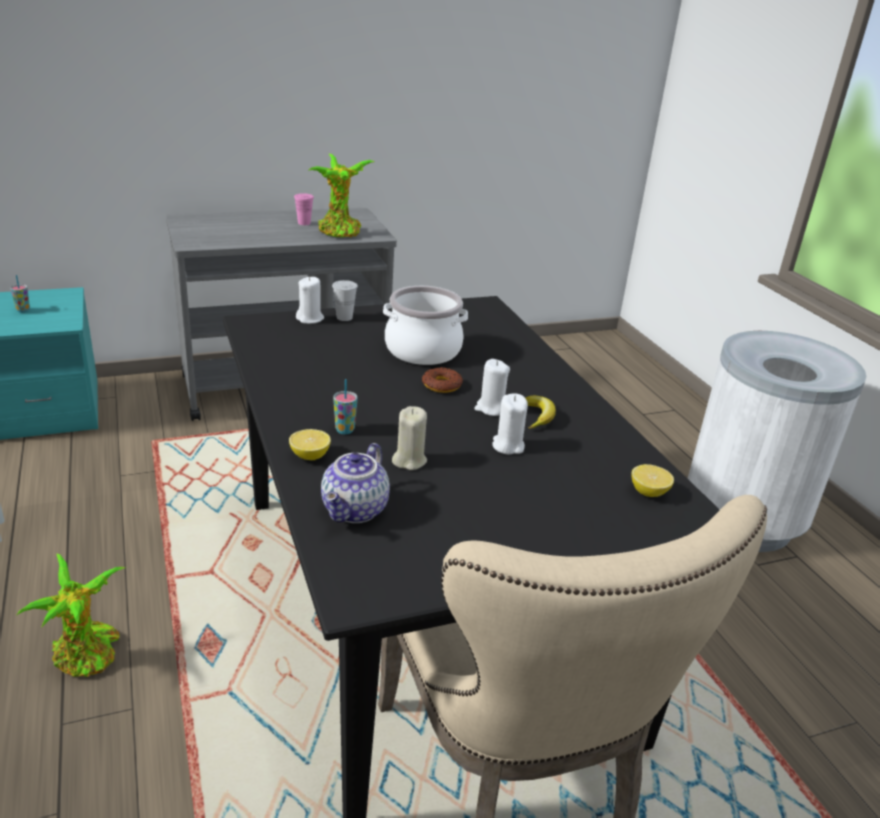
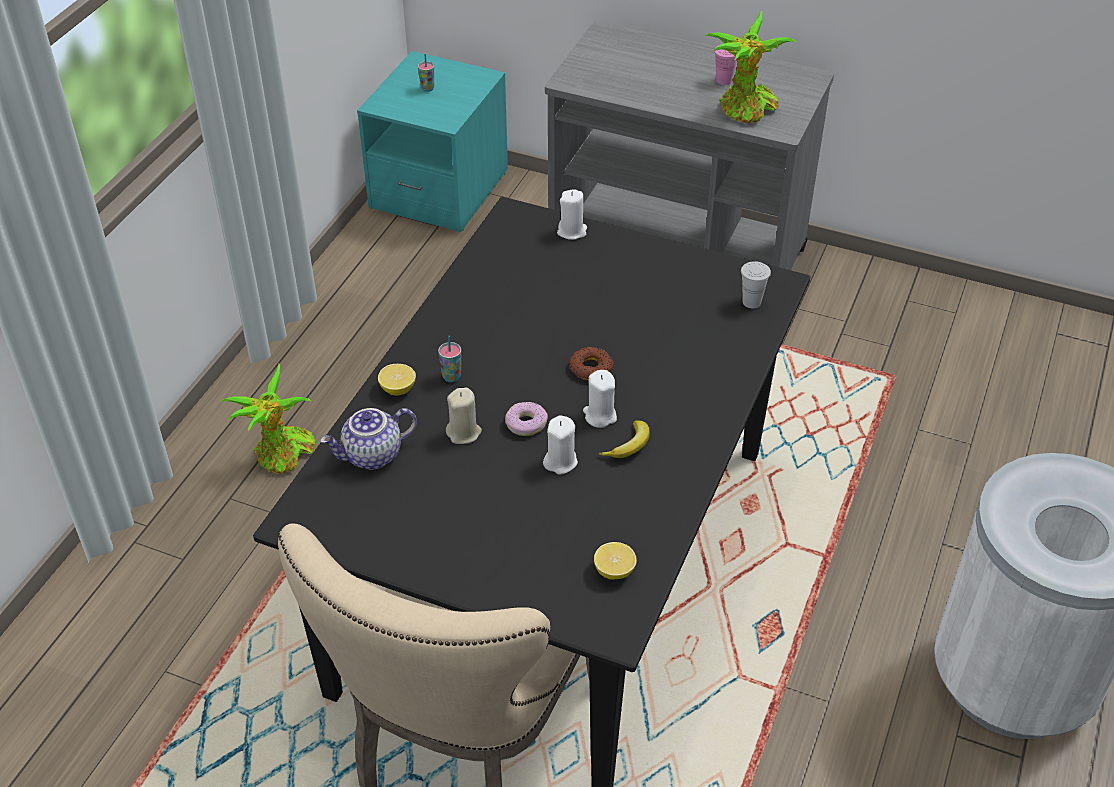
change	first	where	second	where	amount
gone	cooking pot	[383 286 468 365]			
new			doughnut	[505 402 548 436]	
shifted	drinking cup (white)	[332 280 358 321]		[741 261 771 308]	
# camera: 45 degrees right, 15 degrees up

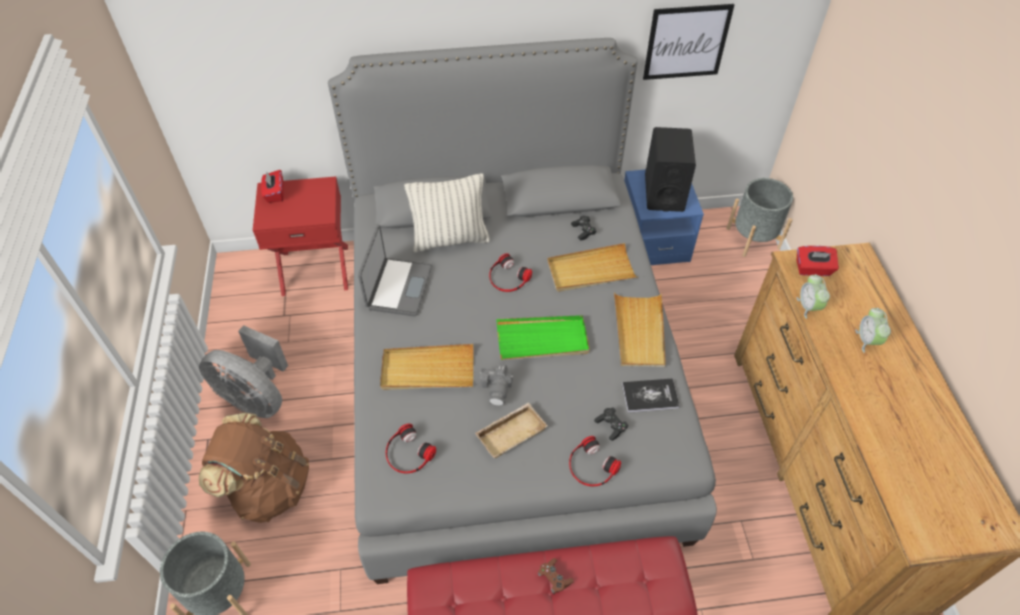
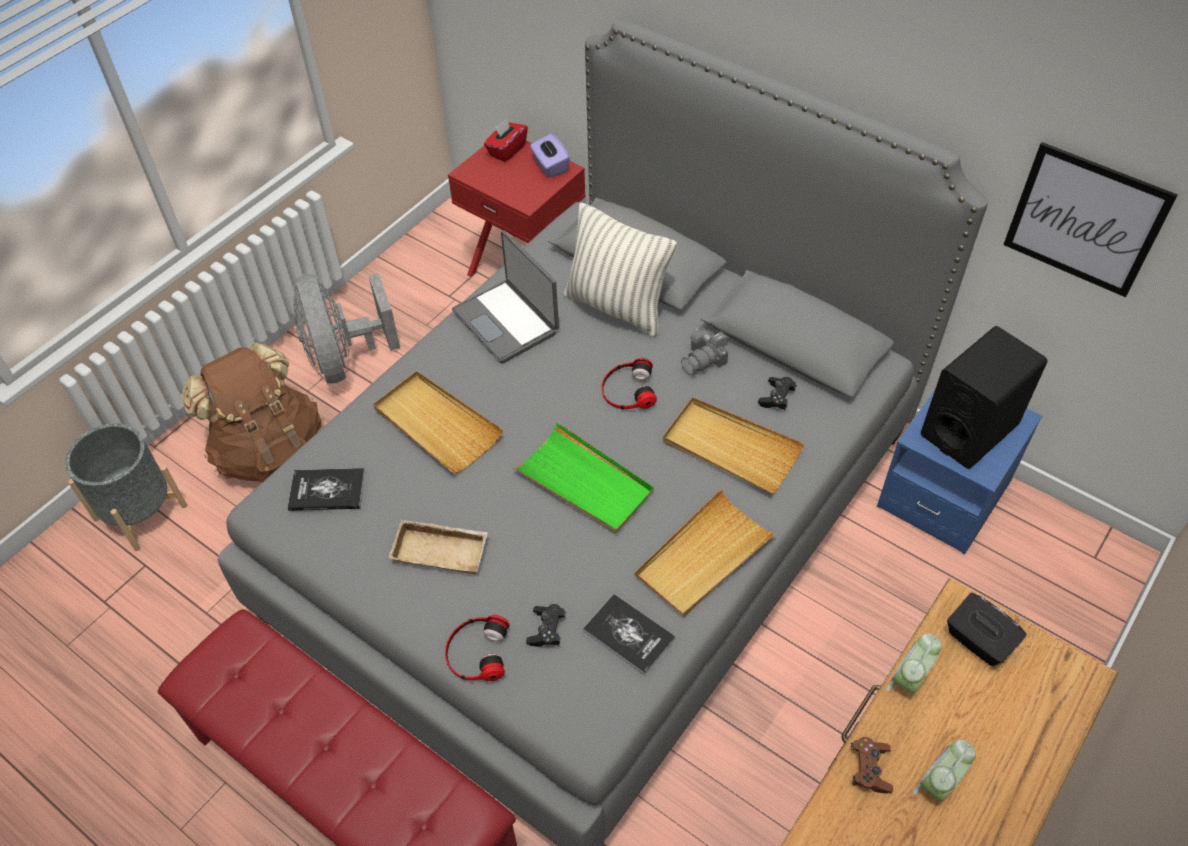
change	first	where	second	where	amount
gone	plant pot (greyish)	[726 178 793 257]			
new			box of tissues (purple)	[530 133 570 178]	
shifted	photo camera	[480 363 513 406]		[681 327 728 375]	
shifted	gamepad (brown)	[537 558 574 594]		[851 737 893 793]	
swapped	headset	[386 423 436 473]	book	[288 468 365 511]	
repainted	box of tissues (reddish)	[797 246 839 276]	box of tissues (blackish)	[947 593 1026 666]	
rotated	laptop	[358 225 432 317]		[452 230 559 364]	90 degrees clockwise
# camera: 45 degrees right, 0 degrees up

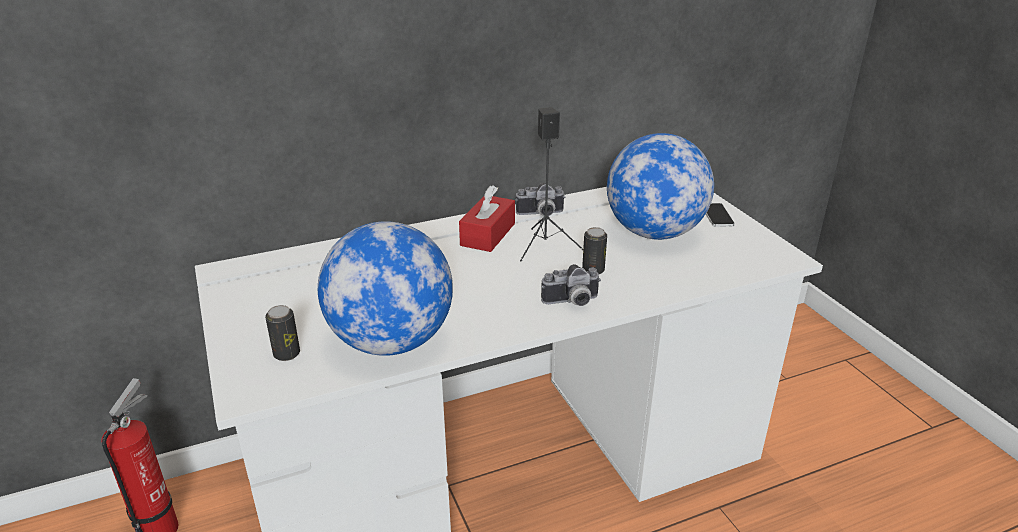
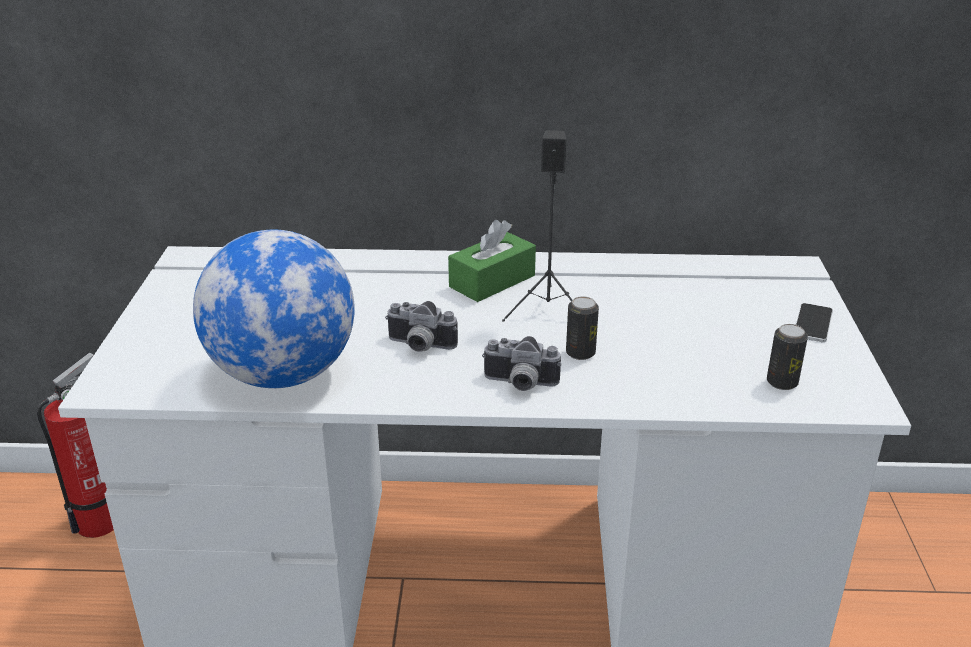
change	first	where	second	where	amount
gone	desk globe	[607 133 714 240]			
shifted	metal can	[265 305 300 361]		[767 324 808 390]	
shifted	photo camera	[515 183 565 216]		[385 301 458 352]	
repainted	box of tissues (reddish)	[459 185 515 252]	box of tissues (green-coloured)	[448 220 536 302]	
# camera: 25 degrees right, 0 degrees up

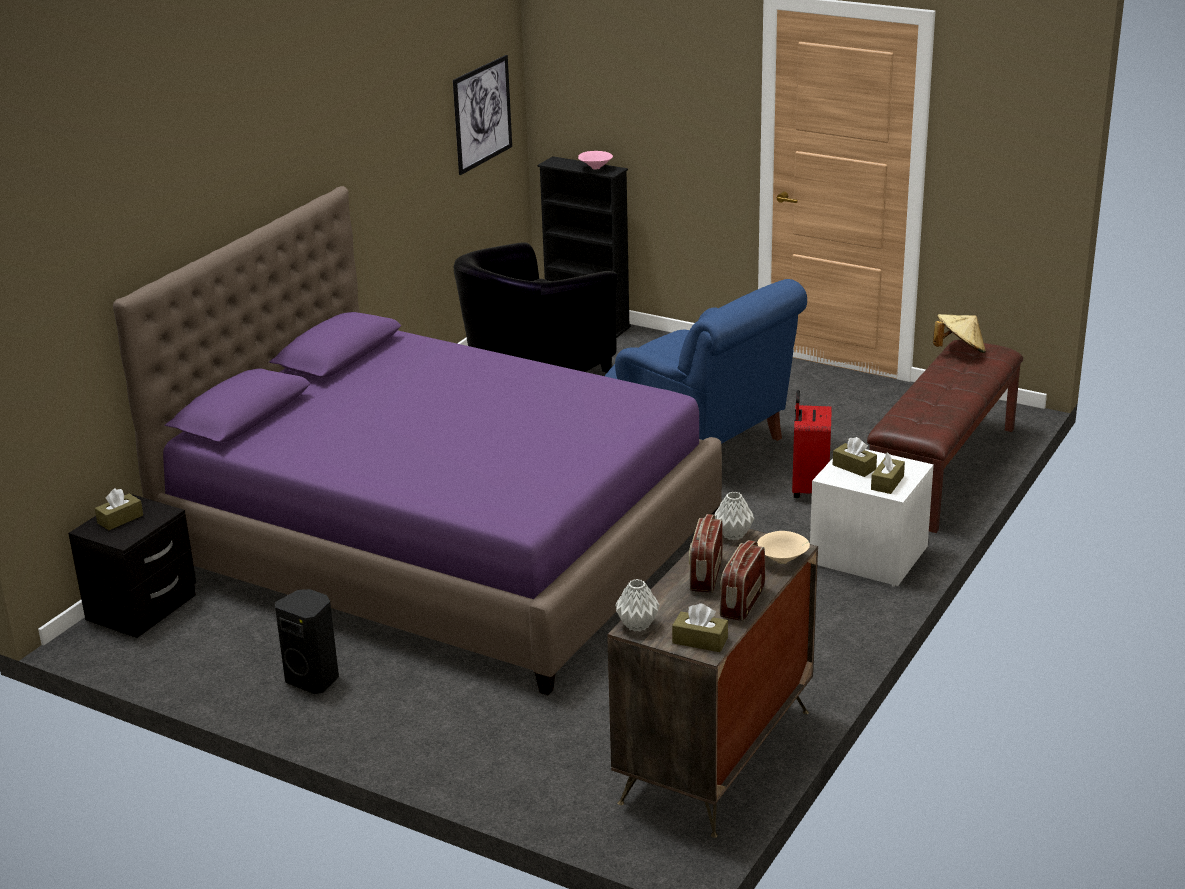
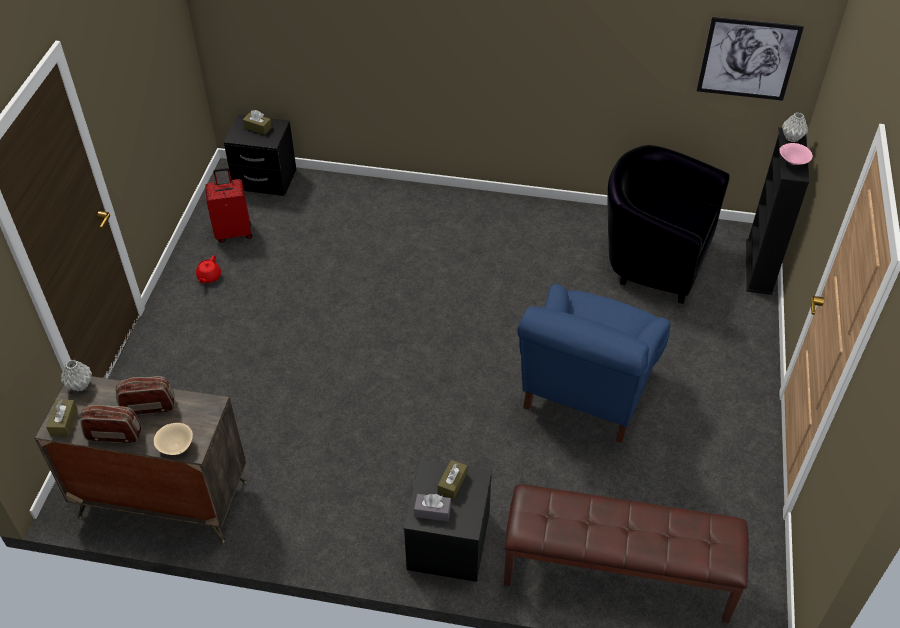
change	first	where	second	where	amount
gone	sleeping bed (purple)	[113 186 722 695]			
gone	clothing hat (beige)	[933 314 986 353]			
shifted	flower vase (greyish)	[715 492 754 540]		[782 112 808 142]	
shifted	piece of luggage (reddish)	[792 390 832 498]		[205 168 252 243]	
swapped	audio speaker (blackish)	[275 589 339 694]	tea pot (reddish)	[196 255 221 283]	
repainted	bedside table (white)	[810 449 934 587]	bedside table (blackish)	[404 459 492 582]	
repainted	box of tissues (brown)	[871 452 905 494]	box of tissues (greyish)	[414 494 451 521]	
# camera: 70 degrees right, 20 degrees up

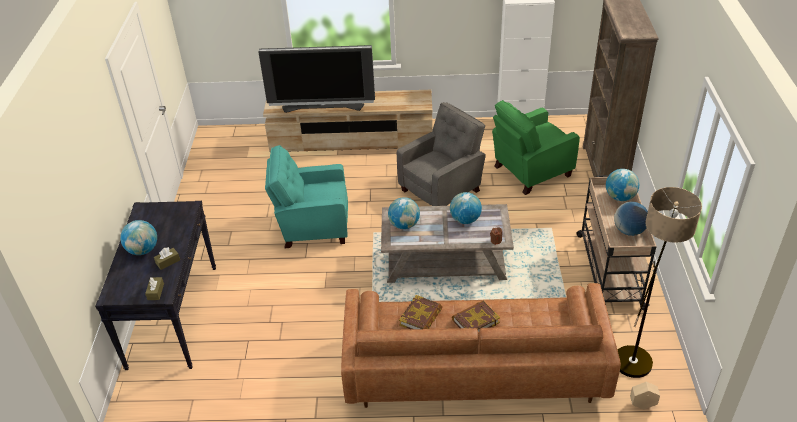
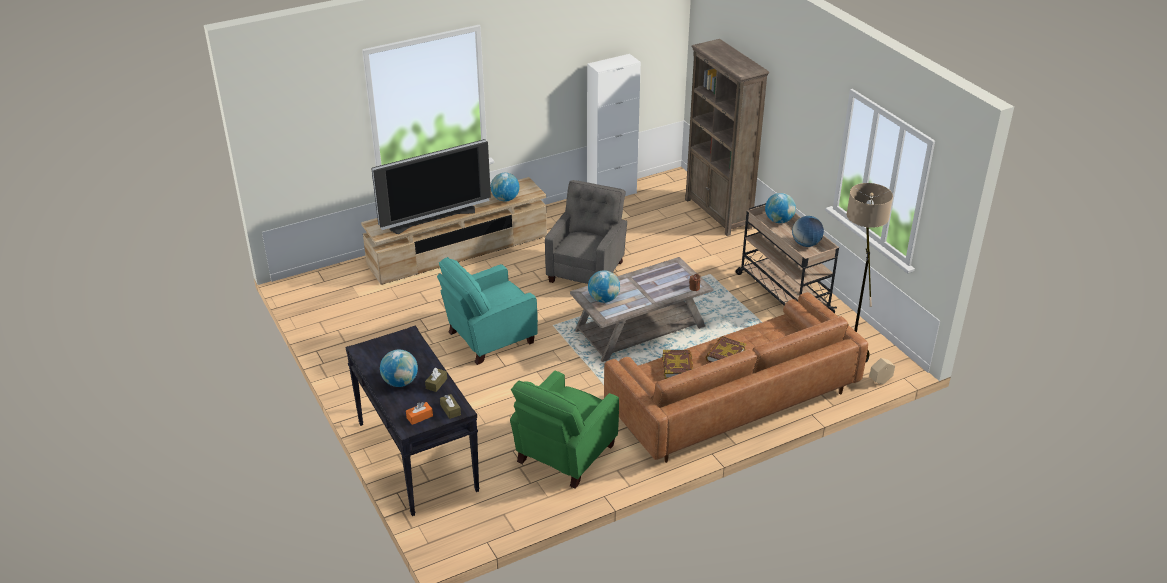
change	first	where	second	where	amount
new			box of tissues (orange-coloured)	[406 402 433 425]	
shifted	desk globe	[450 192 482 224]		[491 173 519 202]	
shifted	armchair (green-coloured)	[492 100 580 195]		[510 371 619 489]	
# camera: 30 degrees left, 5 degrees down

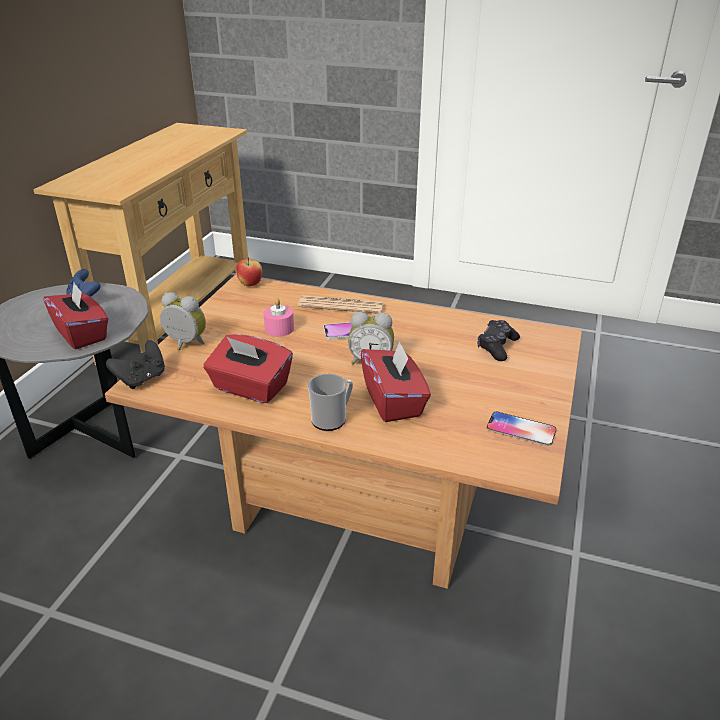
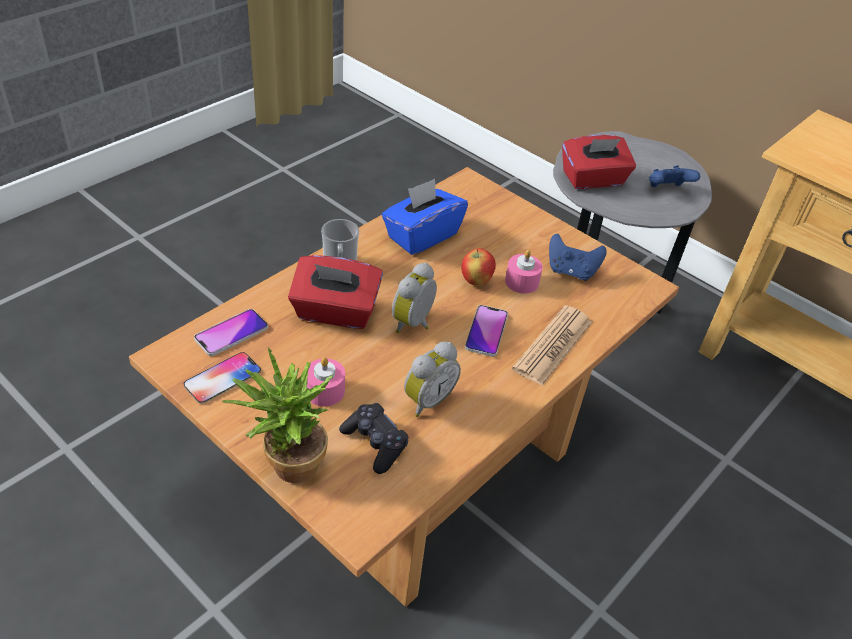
change	first	where	second	where	amount
gone	gamepad (blackish)	[106 340 165 389]			
new			phone	[194 309 268 356]	
new			potted plant	[222 347 333 483]	
new			wax candle (pink-coloured)	[307 357 345 406]	
new			gamepad (bluish)	[549 234 607 281]	
shifted	table clock	[160 292 206 350]		[404 342 461 417]	
shifted	apple fruit	[236 257 262 286]		[461 248 496 286]	
repainted	box of tissues (reddish)	[203 334 293 403]	box of tissues (bluish)	[382 179 468 255]	
# camera: 110 degrees right, 10 degrees up

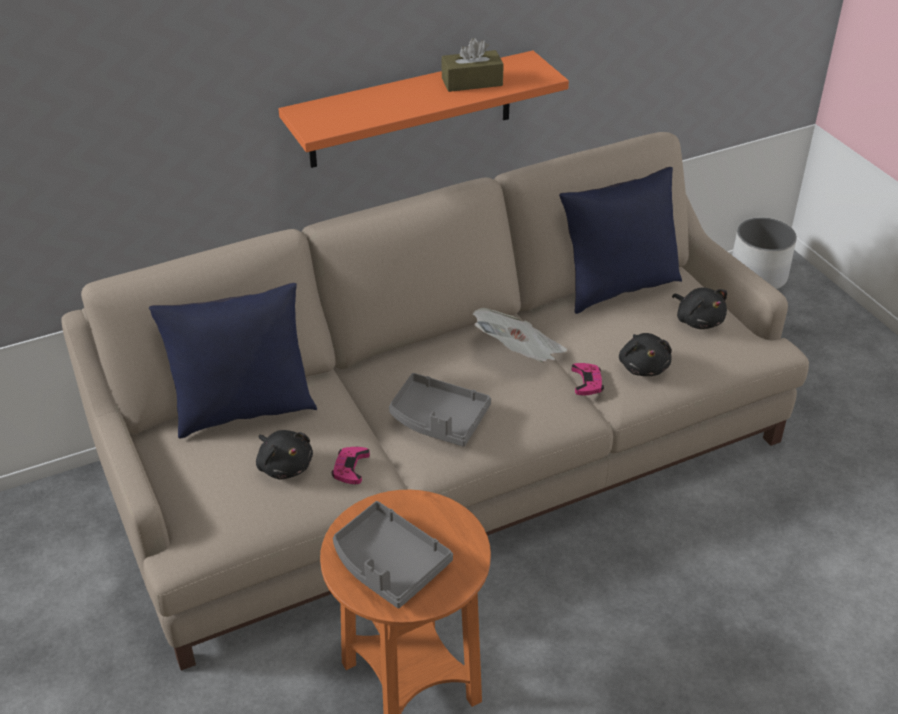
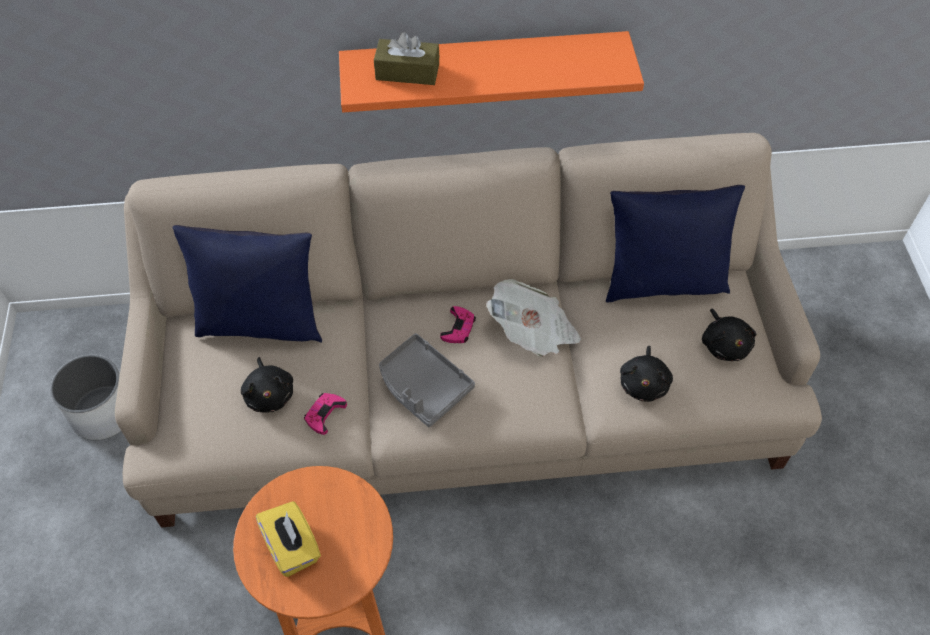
change	first	where	second	where	amount
shifted	box of tissues (brown)	[442 38 504 92]		[374 32 439 85]	
shifted	gamepad (pink-coloured)	[571 363 604 395]		[440 306 476 343]	
shifted	plant pot (white)	[732 217 797 289]		[50 355 121 440]	
swapped	carrying tray (greyish)	[333 501 453 608]	box of tissues (yellowish)	[256 501 321 577]	
# camera: 20 degrees right, 15 degrees up

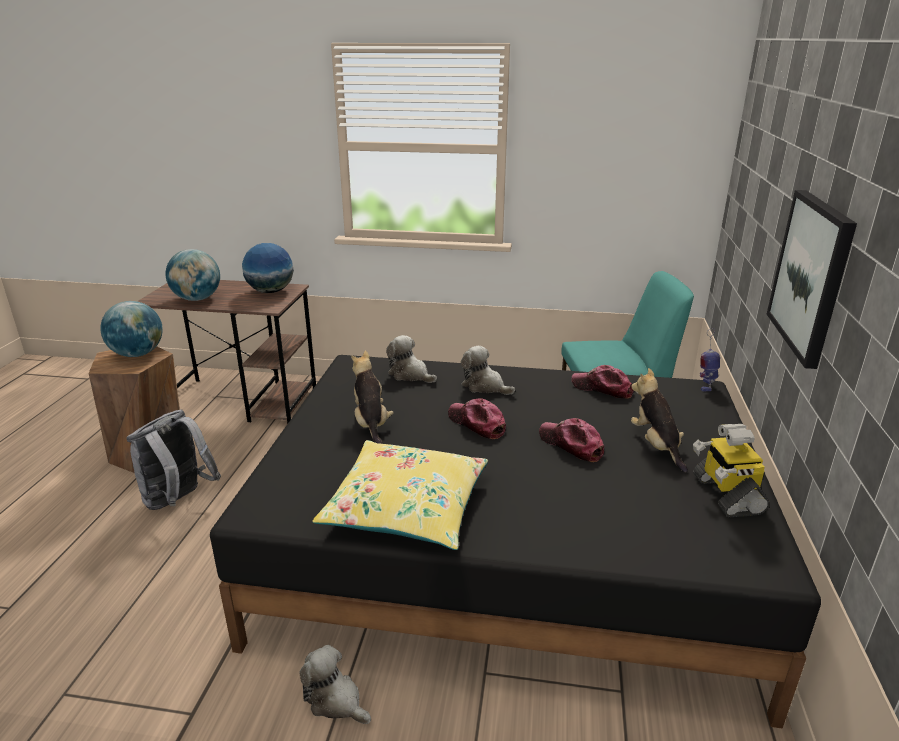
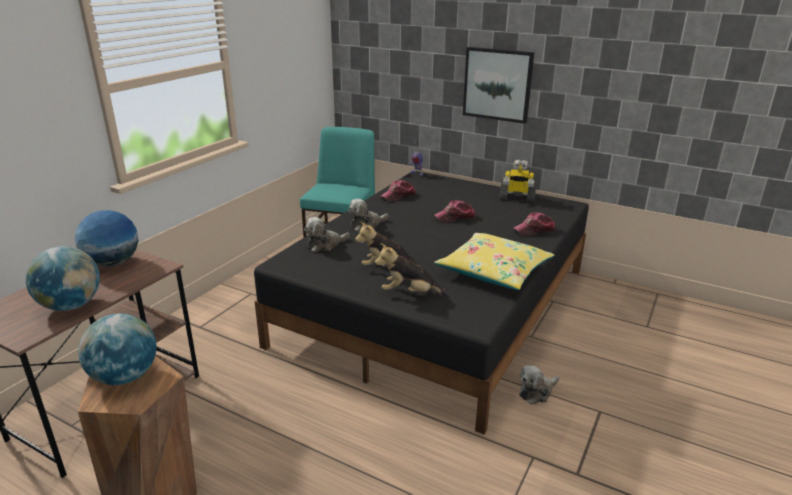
change	first	where	second	where	amount
gone	backpack (greyish)	[126 409 221 510]			
shifted	baseball cap	[448 398 506 439]		[513 212 555 236]	
shifted	soft toy	[631 368 688 473]		[375 243 448 295]	
# camera: 70 degrees left, 0 degrees up

